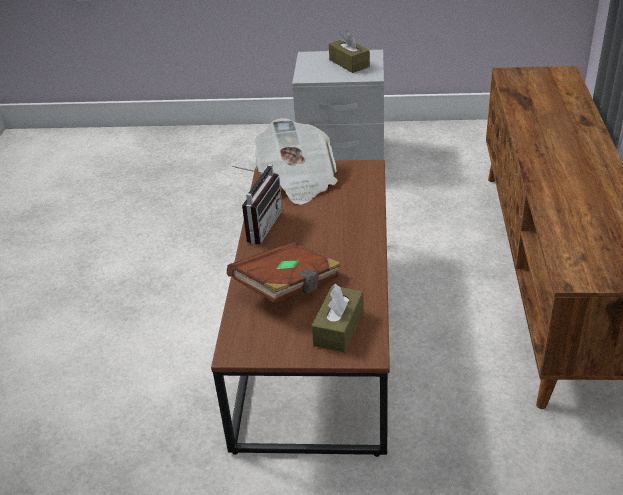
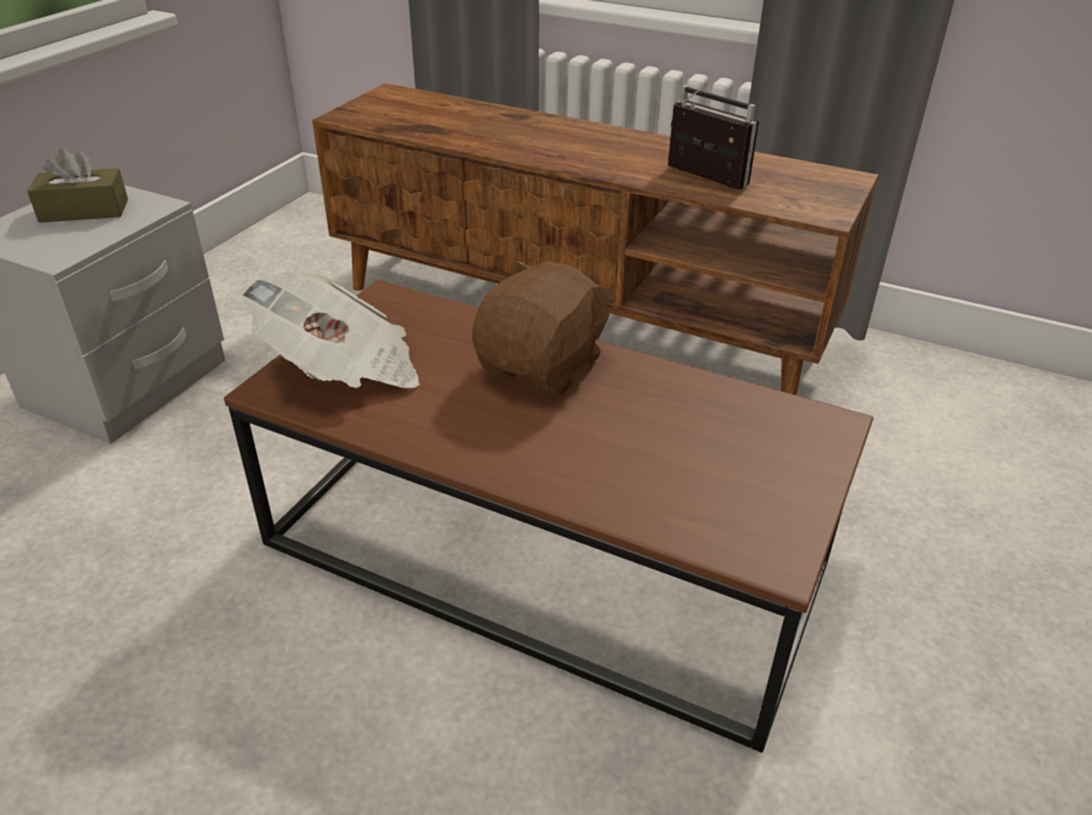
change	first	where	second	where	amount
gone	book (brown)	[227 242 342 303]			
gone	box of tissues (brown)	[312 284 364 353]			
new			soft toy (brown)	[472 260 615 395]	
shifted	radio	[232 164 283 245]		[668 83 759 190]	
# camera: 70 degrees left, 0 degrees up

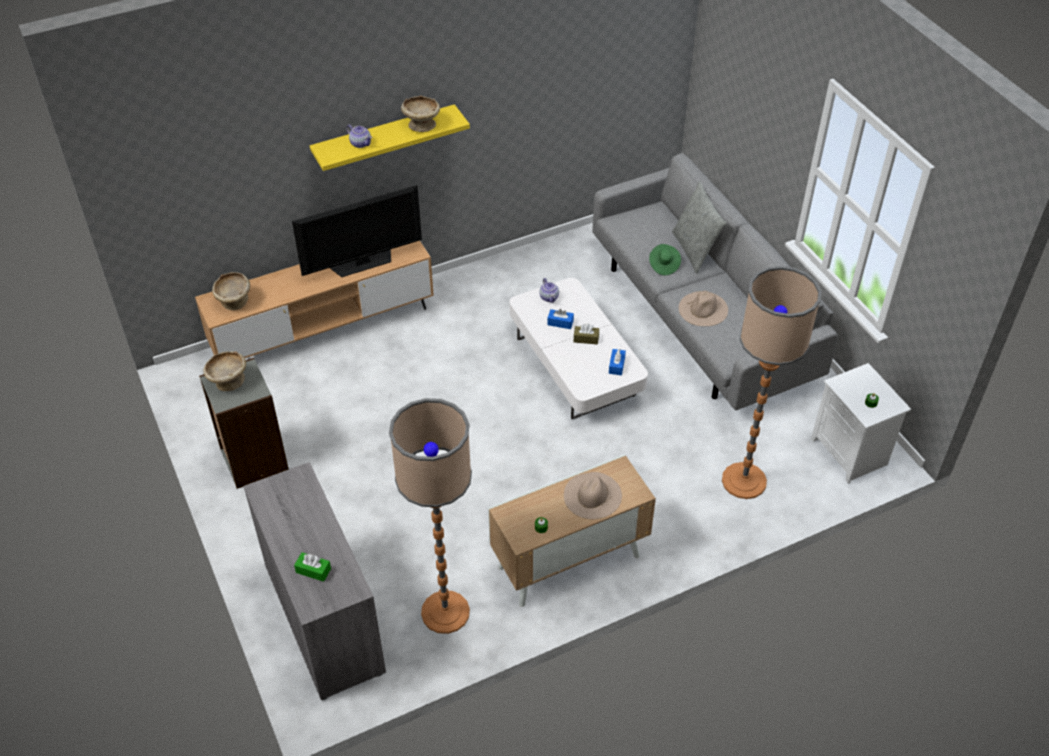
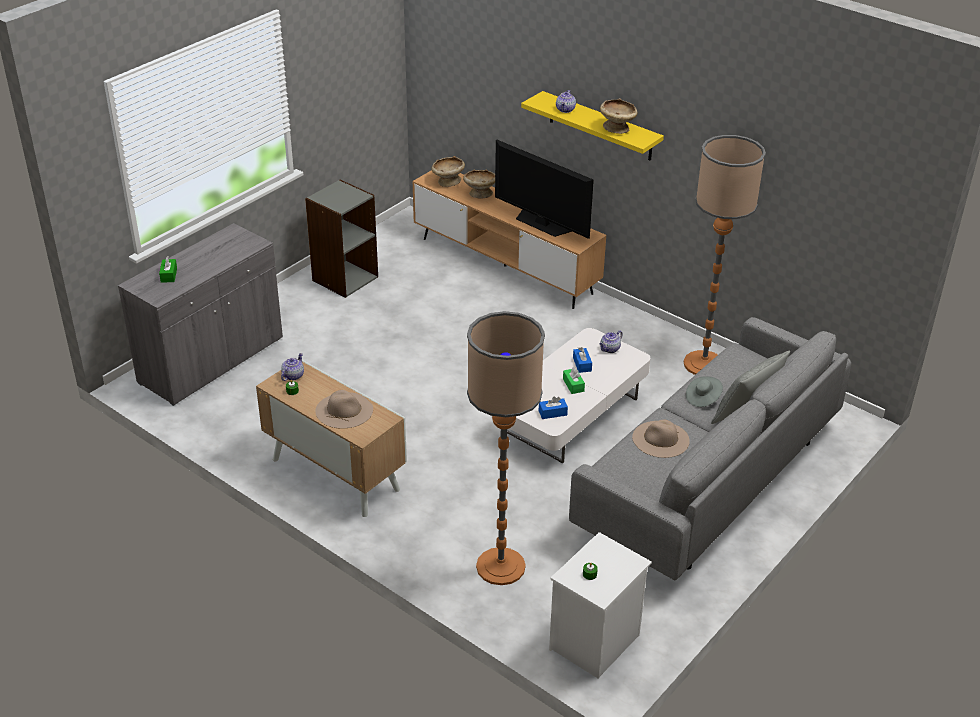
change	first	where	second	where	amount
new			tea pot	[281 353 304 381]	
shifted	bowl (beige)	[204 351 246 391]		[463 169 495 199]	
shifted	standing lamp	[389 398 472 634]		[684 135 766 375]	
repainted	box of tissues (brown)	[574 324 599 345]	box of tissues (green-coloured)	[563 367 585 394]	
repainted	clothing hat (green-coloured)	[649 244 681 275]	clothing hat (greyish)	[686 376 723 407]	
# camera: 65 degrees right, 10 degrees down

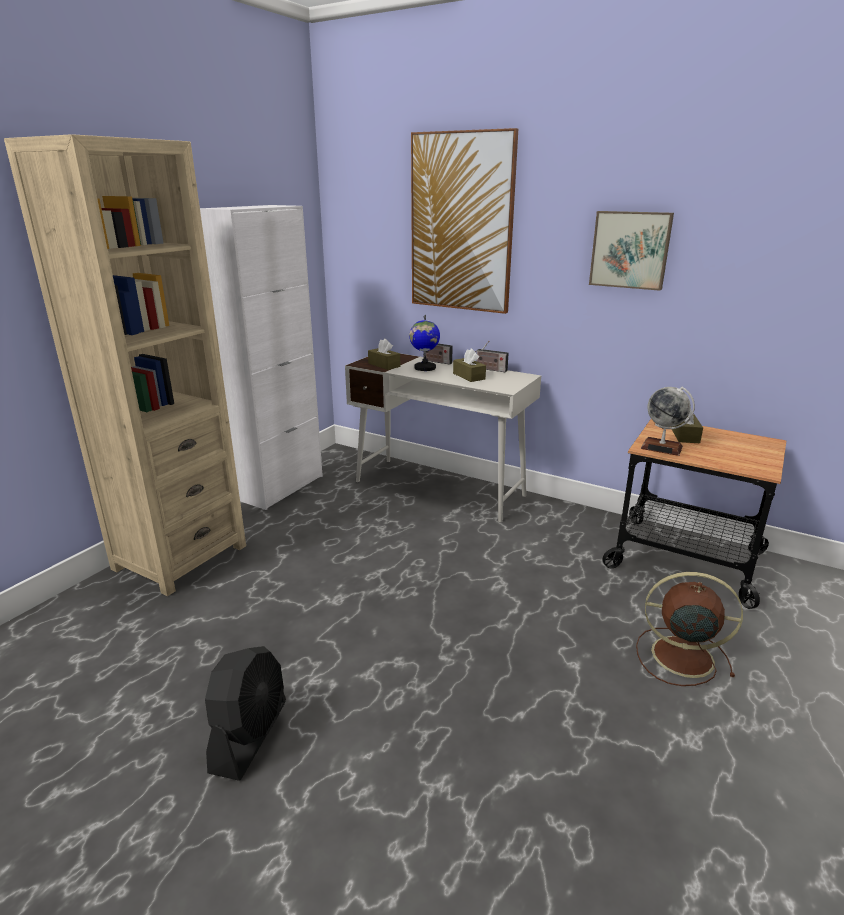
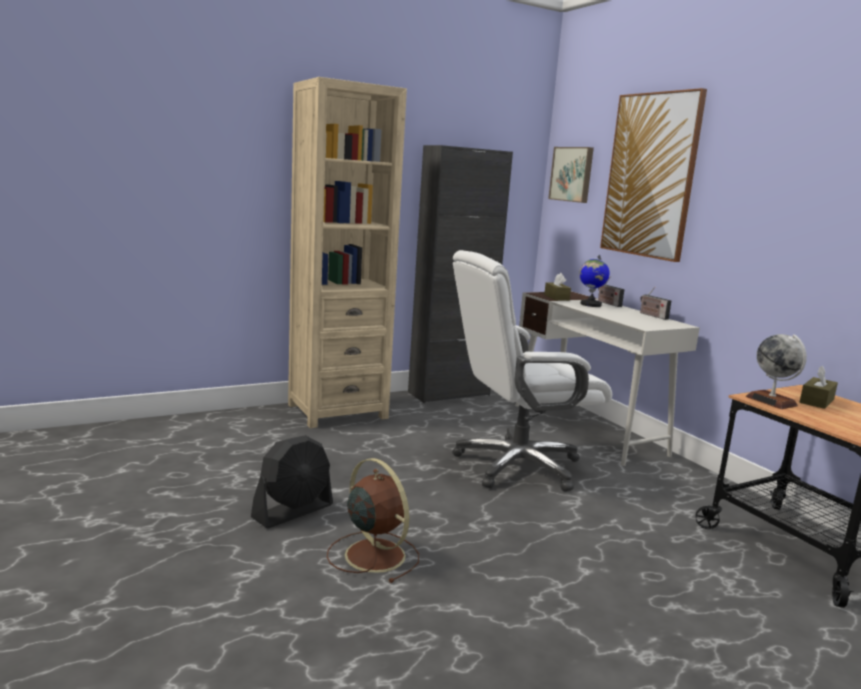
change	first	where	second	where	amount
gone	box of tissues (brown)	[453 349 486 382]			
new			office chair (white)	[452 250 612 492]	
shifted	wall picture	[589 211 674 291]		[548 147 594 203]	
shifted	cooling fan (brown)	[636 572 743 686]		[327 458 419 583]	
repainted	cabinet (white)	[200 205 323 510]	cabinet (blackish)	[408 145 513 403]	
# camera: 30 degrees right, 10 degrees down

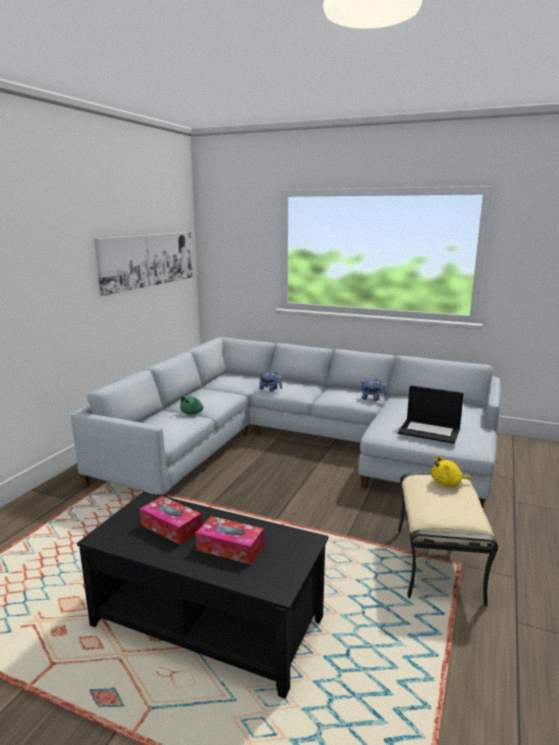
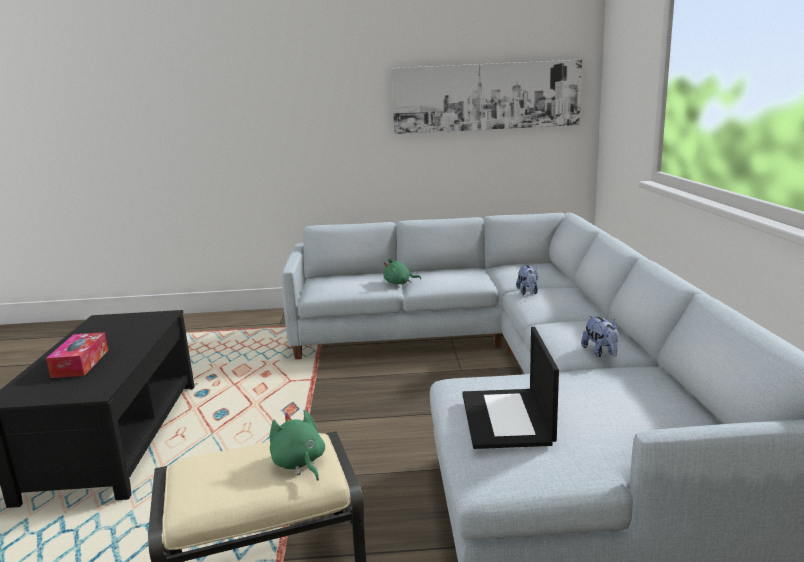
change	first	where	second	where	amount
gone	box of tissues	[140 496 202 545]			
repainted	soft toy (yellowish)	[431 456 472 487]	soft toy (green-coloured)	[270 410 325 481]	
# camera: 65 degrees right, 0 degrees up

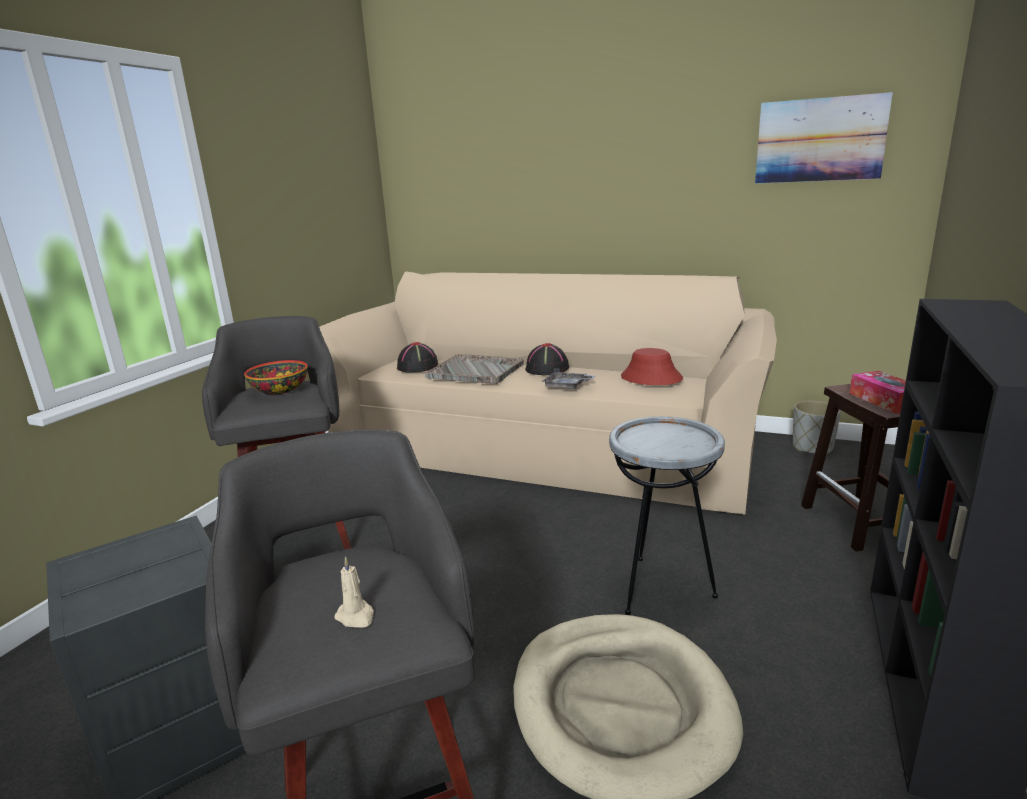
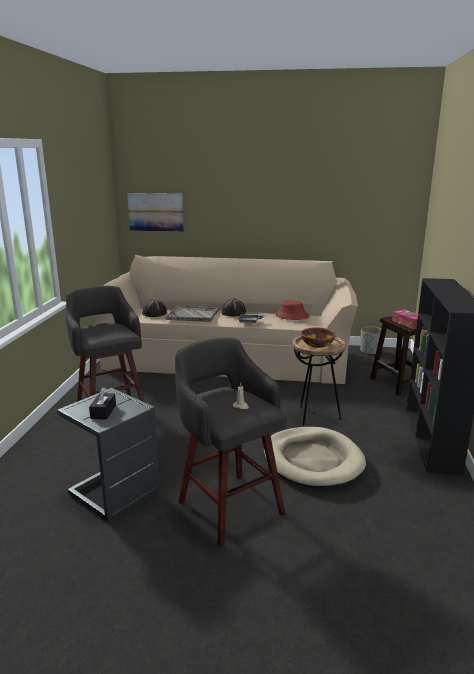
change	first	where	second	where	amount
new			box of tissues (blackish)	[89 388 116 420]	
shifted	bowl	[244 360 308 394]		[301 327 336 348]	
shifted	wall picture	[755 92 893 183]		[127 193 184 232]	
repainted	accent table (greyish)	[609 416 725 615]	accent table (brown)	[293 335 346 427]	
# camera: 15 degrees left, 0 degrees up

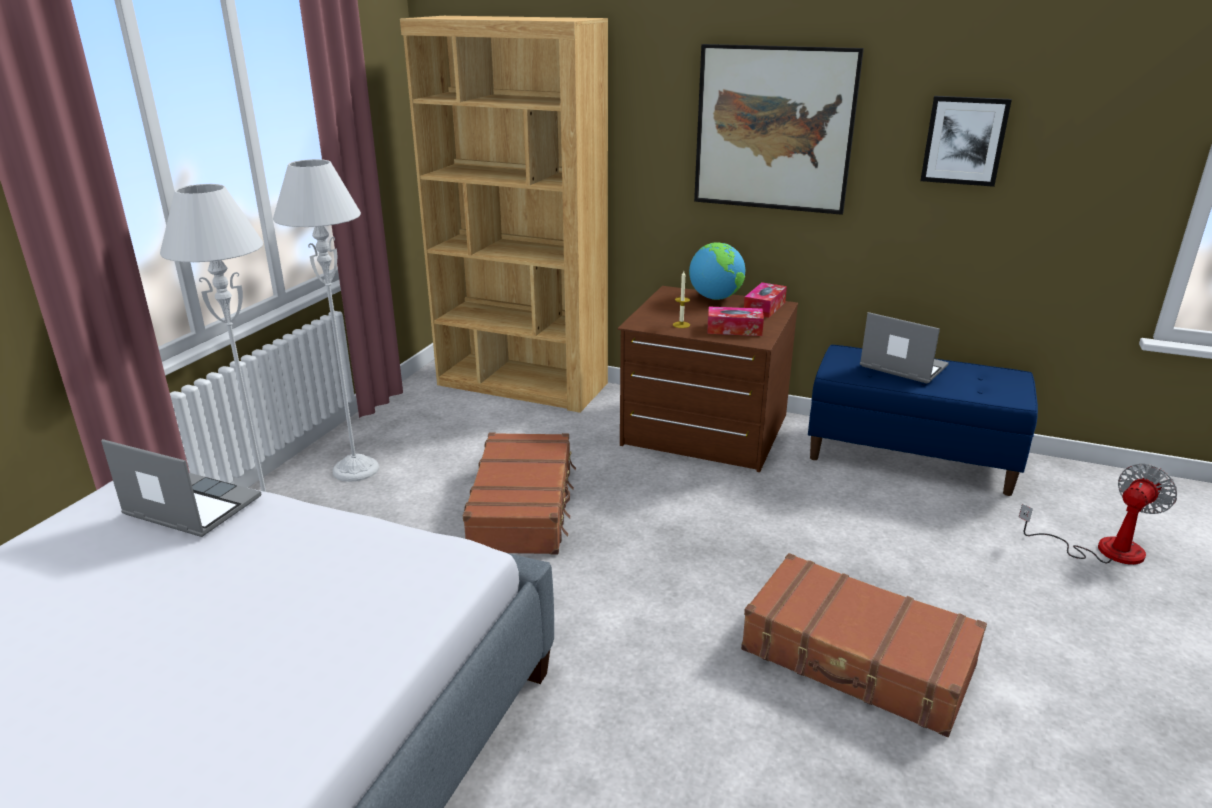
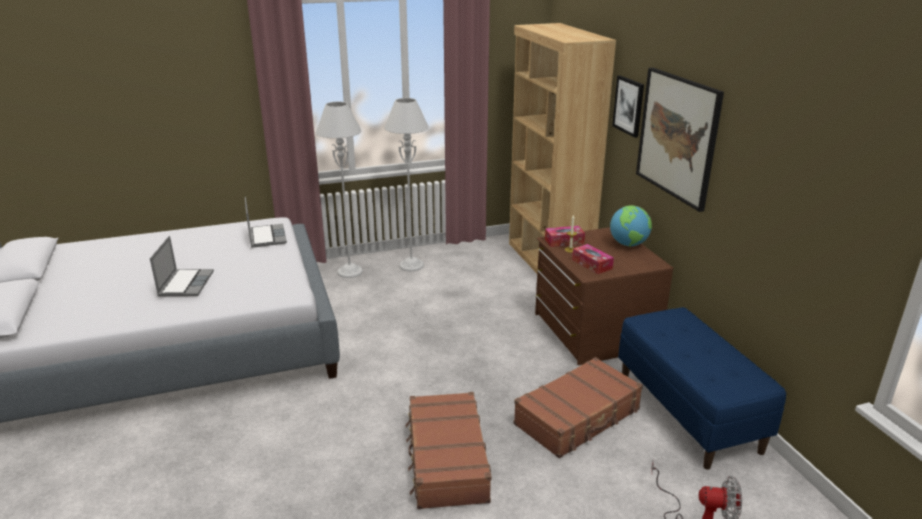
change	first	where	second	where	amount
shifted	piece of luggage (brown)	[463 432 576 555]		[513 357 643 458]	
shifted	box of tissues	[744 282 787 318]		[545 226 585 247]	
shifted	laptop	[860 312 949 384]		[150 236 214 296]	
shifted	wall picture	[920 96 1012 187]		[612 75 644 138]	
# camera: 50 degrees right, 0 degrees up

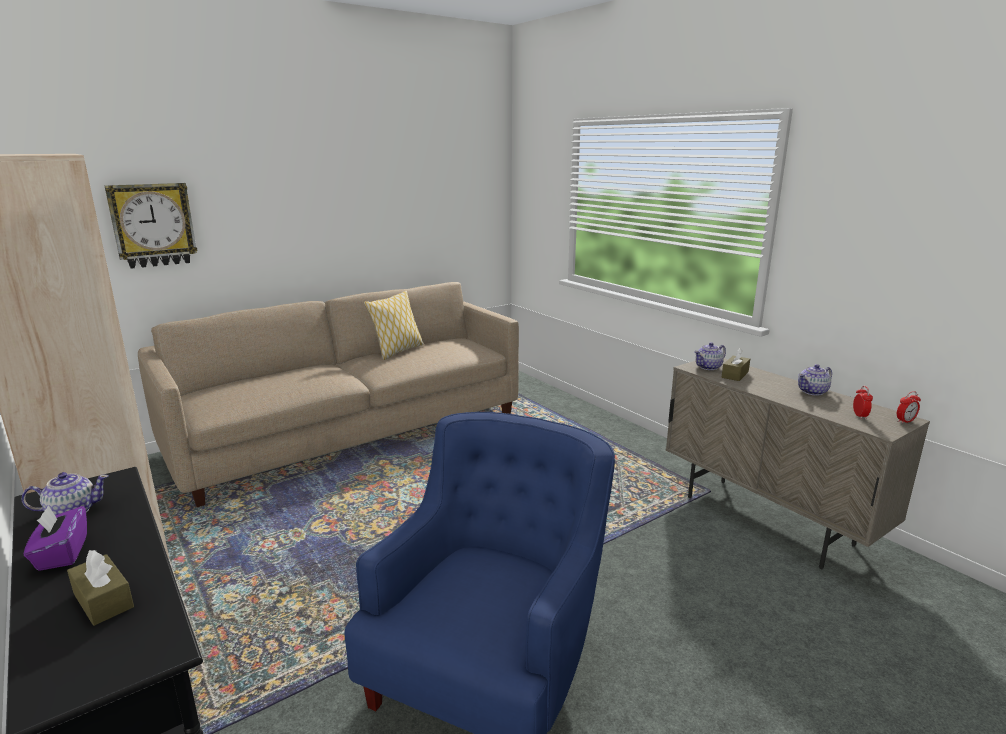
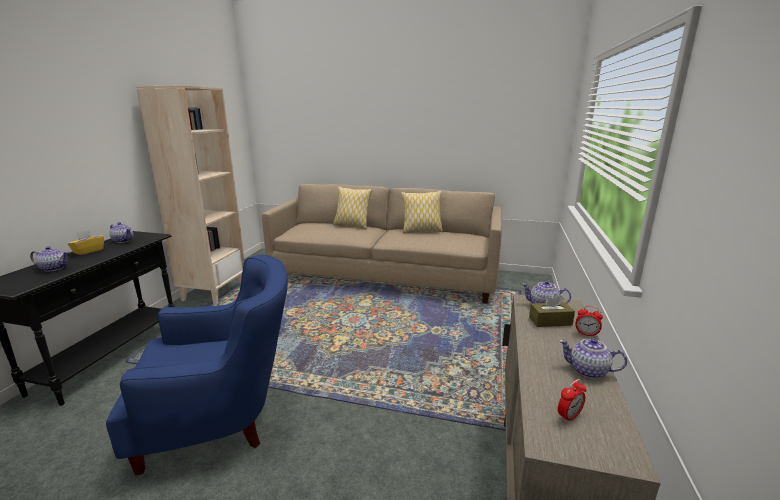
change	first	where	second	where	amount
gone	hanging clock	[104 183 197 269]			
new			cushion	[333 186 372 229]	
shifted	table clock	[897 391 921 424]		[575 306 603 337]	
swapped	box of tissues (brown)	[67 550 134 626]	tea pot	[30 246 69 272]	
repainted	box of tissues (purple)	[24 506 87 571]	box of tissues (yellowish)	[68 230 104 255]	
# camera: 50 degrees right, 0 degrees up

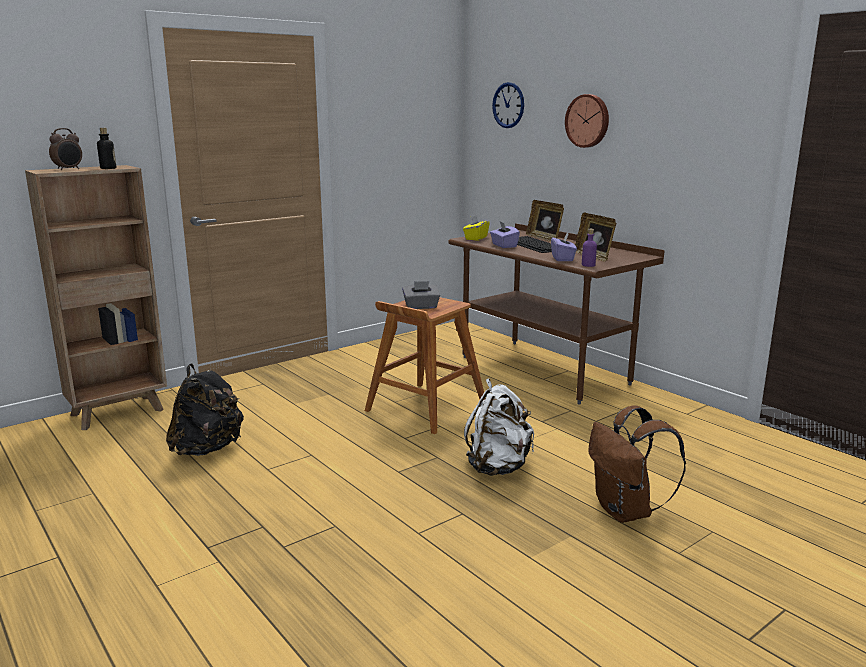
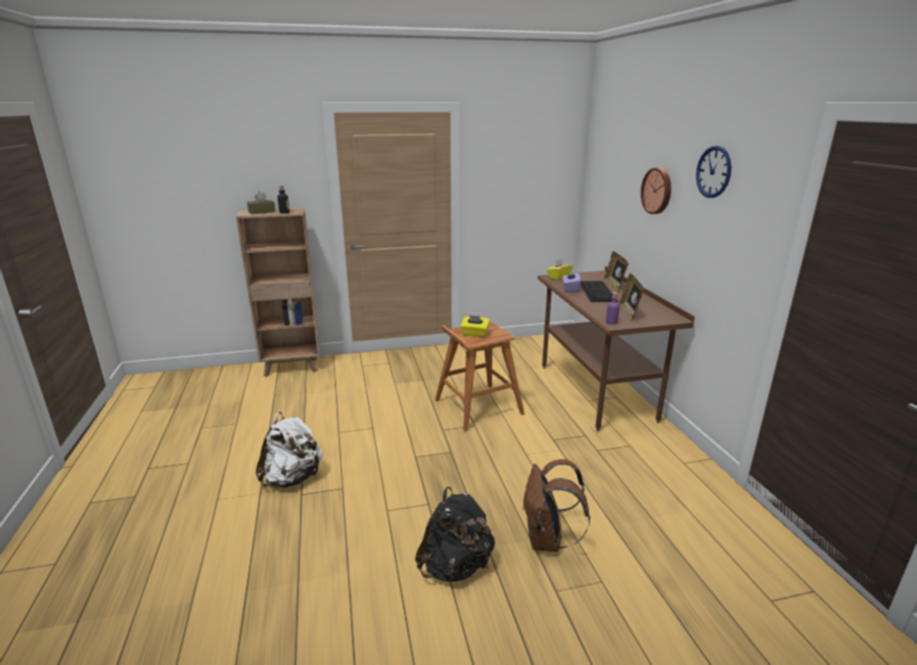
change	first	where	second	where	amount
gone	box of tissues (purple)	[551 233 577 261]			
shifted	backpack (blackish)	[166 364 244 456]		[415 487 495 582]	
shifted	backpack (white)	[464 378 534 476]		[256 412 323 487]	
shifted	hanging clock	[492 82 524 128]		[696 146 732 198]	
swapped	table clock	[49 128 82 170]	box of tissues (brown)	[247 191 275 214]	
repainted	box of tissues (greyish)	[402 281 440 309]	box of tissues (yellowish)	[461 315 490 337]	
# camera: 25 degrees right, 5 degrees up

